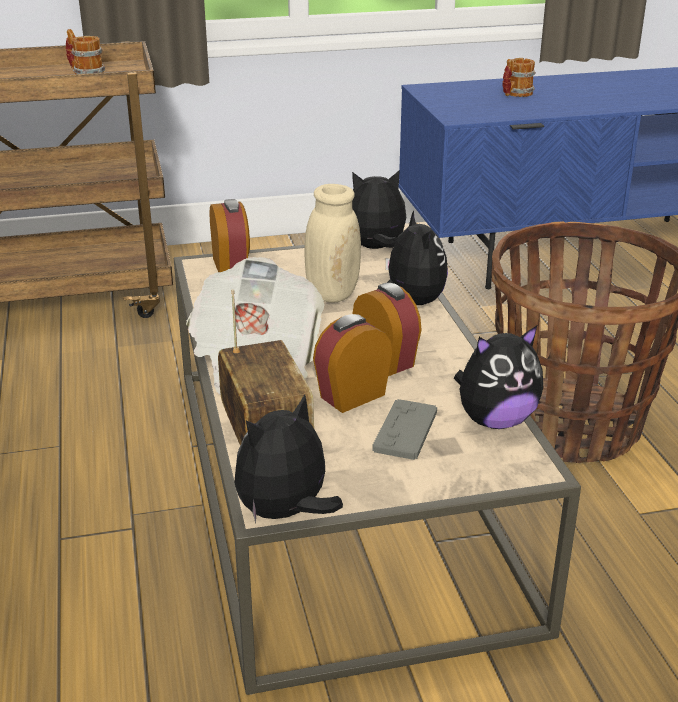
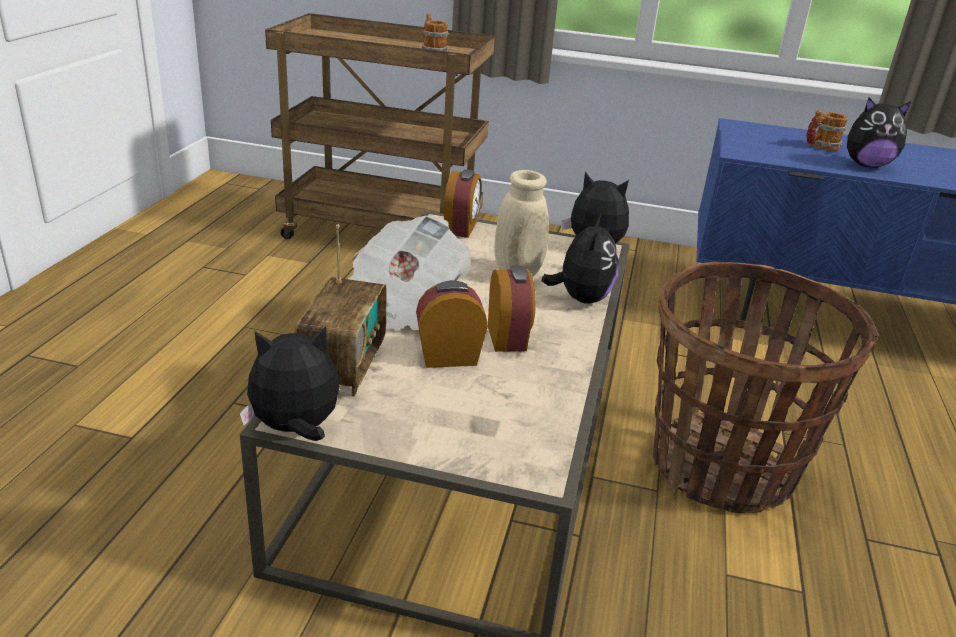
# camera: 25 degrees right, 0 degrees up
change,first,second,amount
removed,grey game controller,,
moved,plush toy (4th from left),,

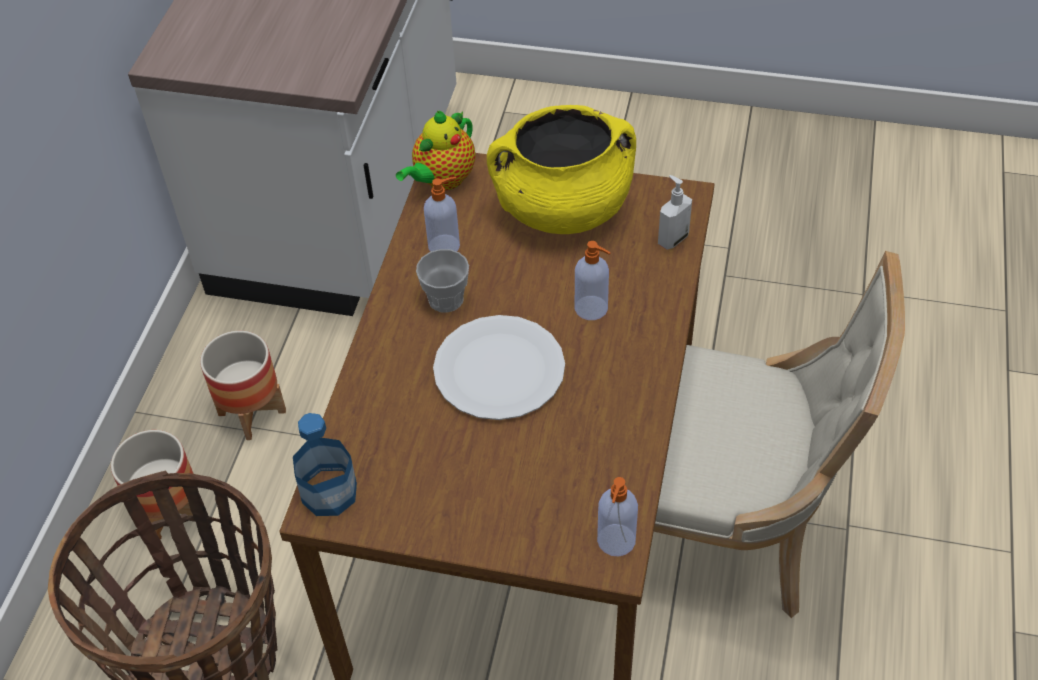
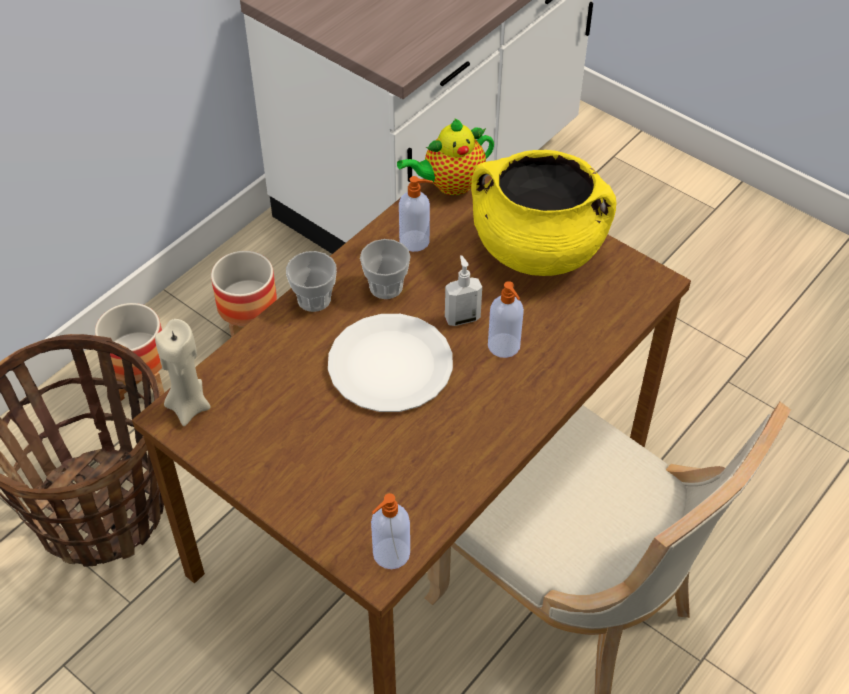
# camera: 25 degrees right, 0 degrees up
change,first,second,amount
replaced,bottle,beige candle,
moved,soap dispenser (4th from left in the first image),soap dispenser (3rd from left),
added,,cup (1st from left),

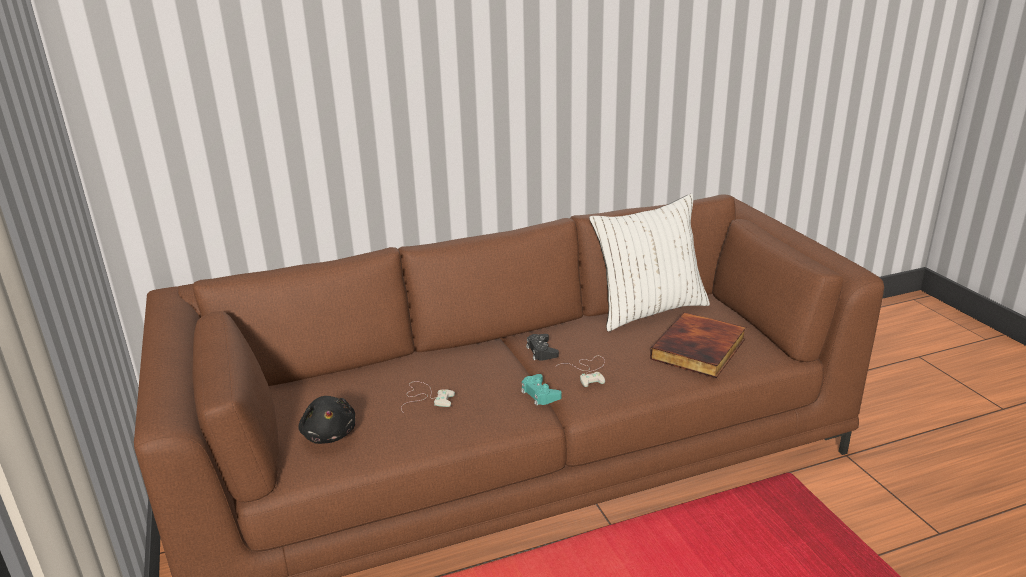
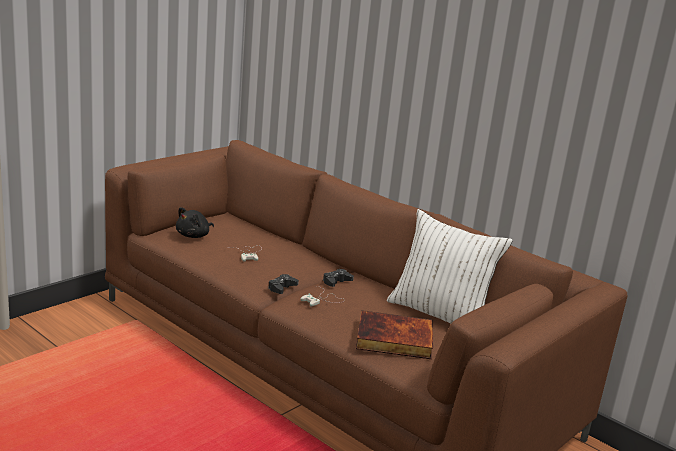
# camera: 60 degrees right, 5 degrees down
change,first,second,amount
recoloured,turquoise game controller,black game controller (1st from left),

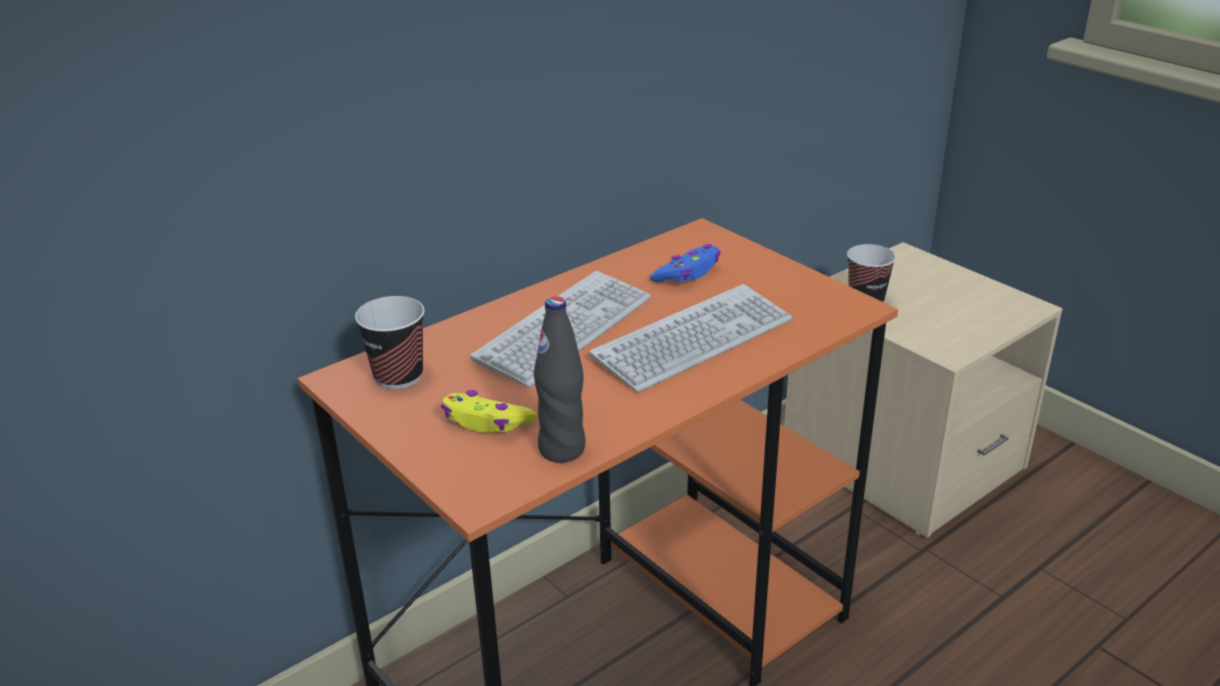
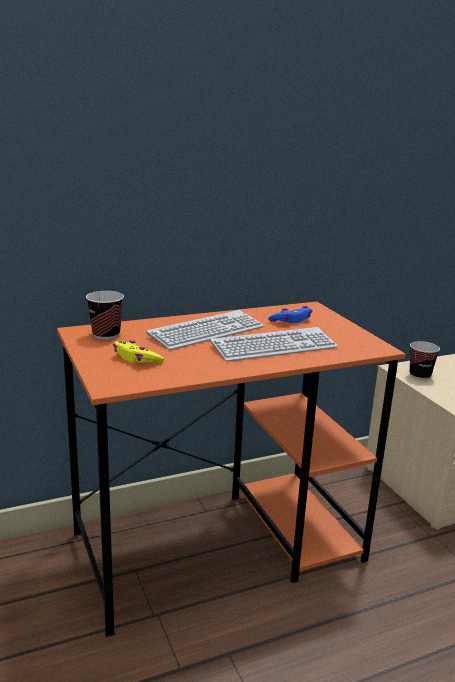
# camera: 15 degrees right, 10 degrees down
change,first,second,amount
removed,black bottle,,

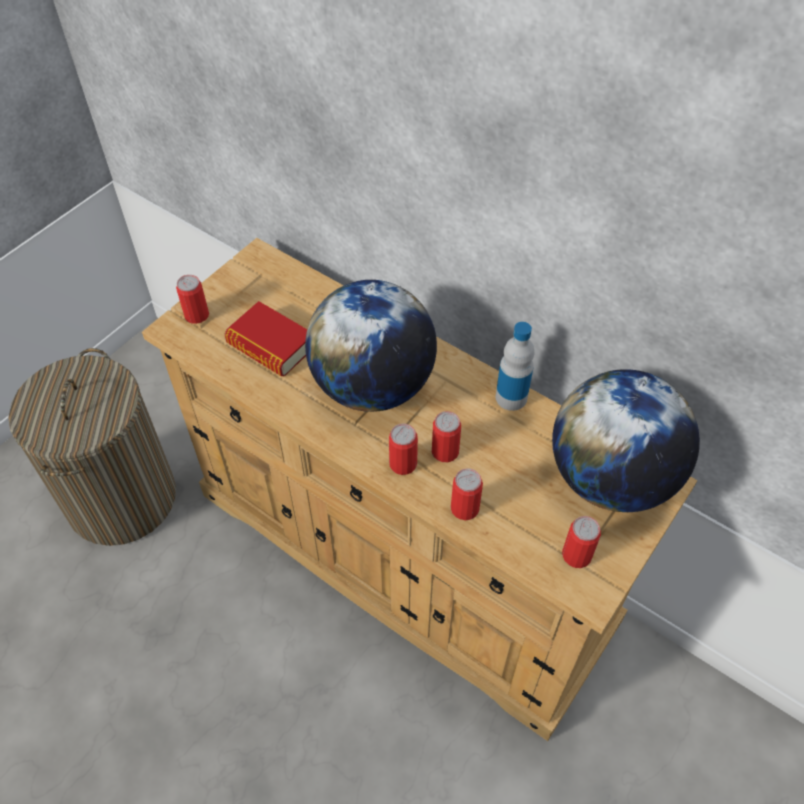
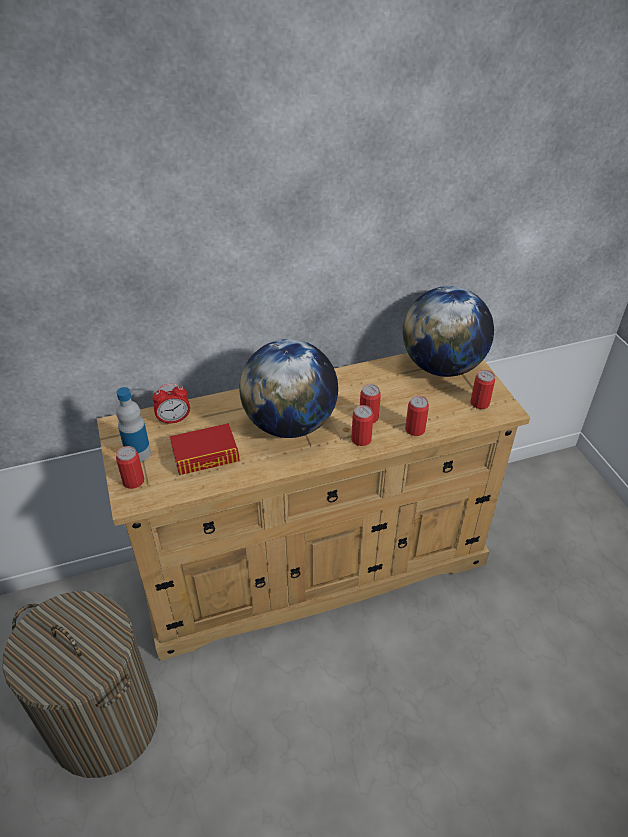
# camera: 55 degrees left, 10 degrees down
change,first,second,amount
moved,bottle,,
added,,alarm clock,

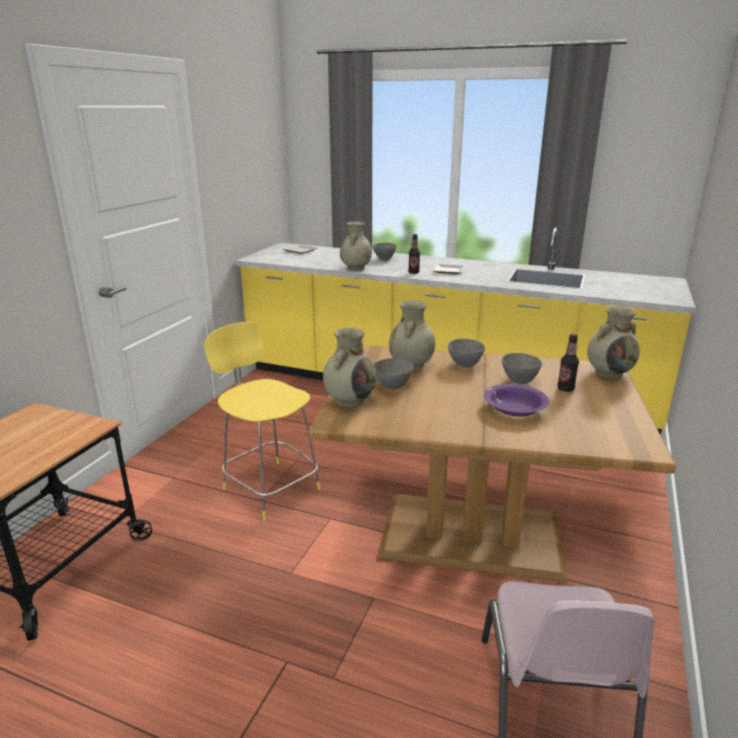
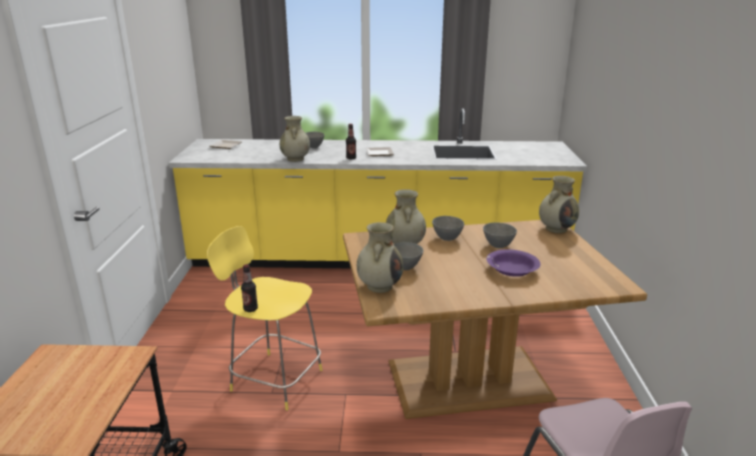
# camera: 20 degrees left, 0 degrees up
change,first,second,amount
moved,bottle (2nd from left in the first image),bottle (1st from left),

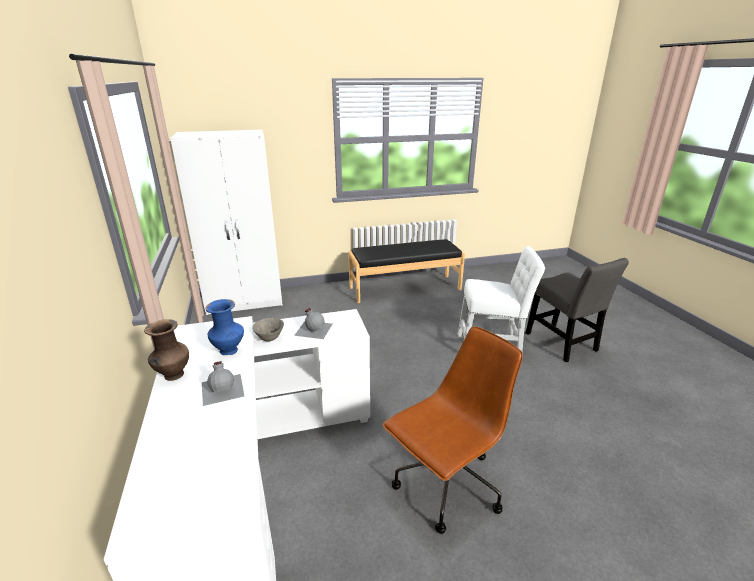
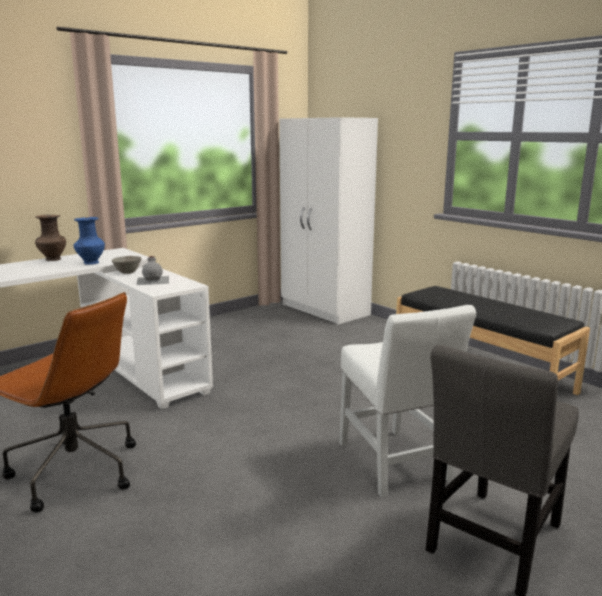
# camera: 65 degrees right, 10 degrees down
change,first,second,amount
removed,grey bottle (1st from left),,

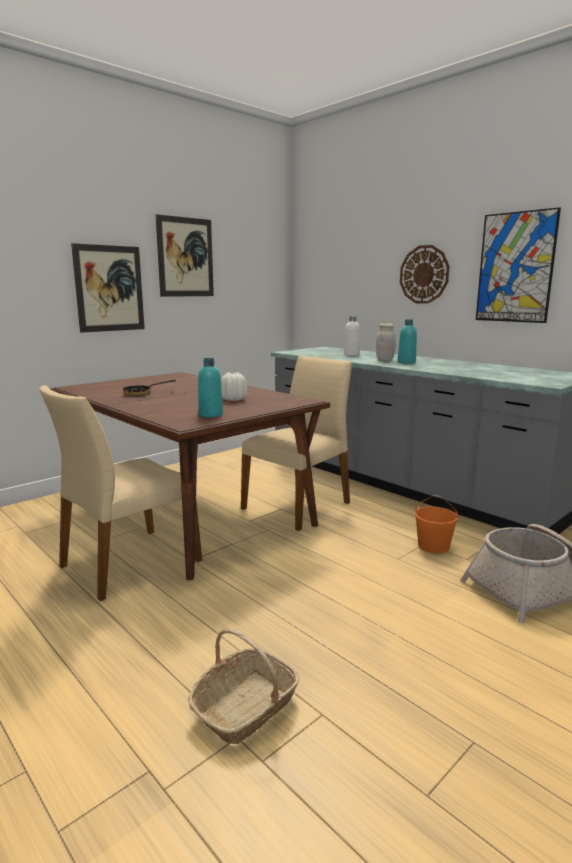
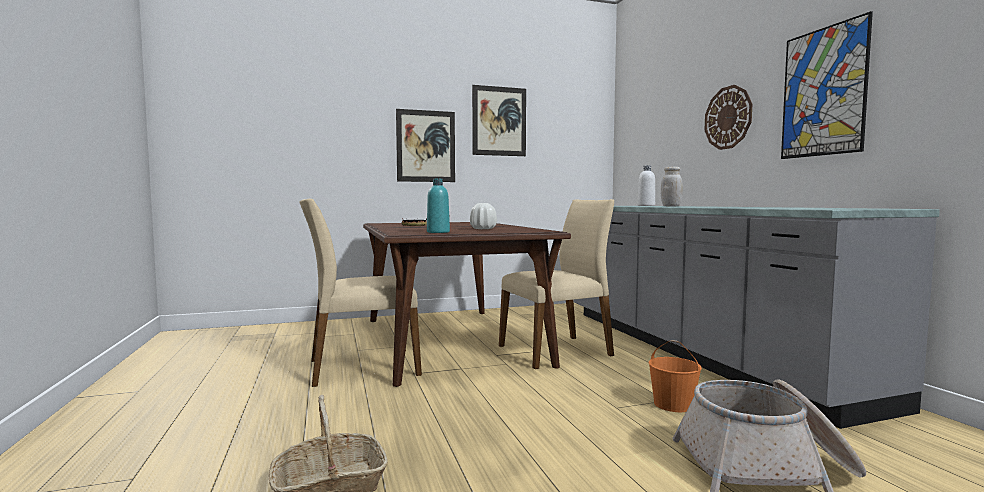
# camera: 25 degrees right, 10 degrees down
change,first,second,amount
removed,turquoise bottle (2nd from left),,

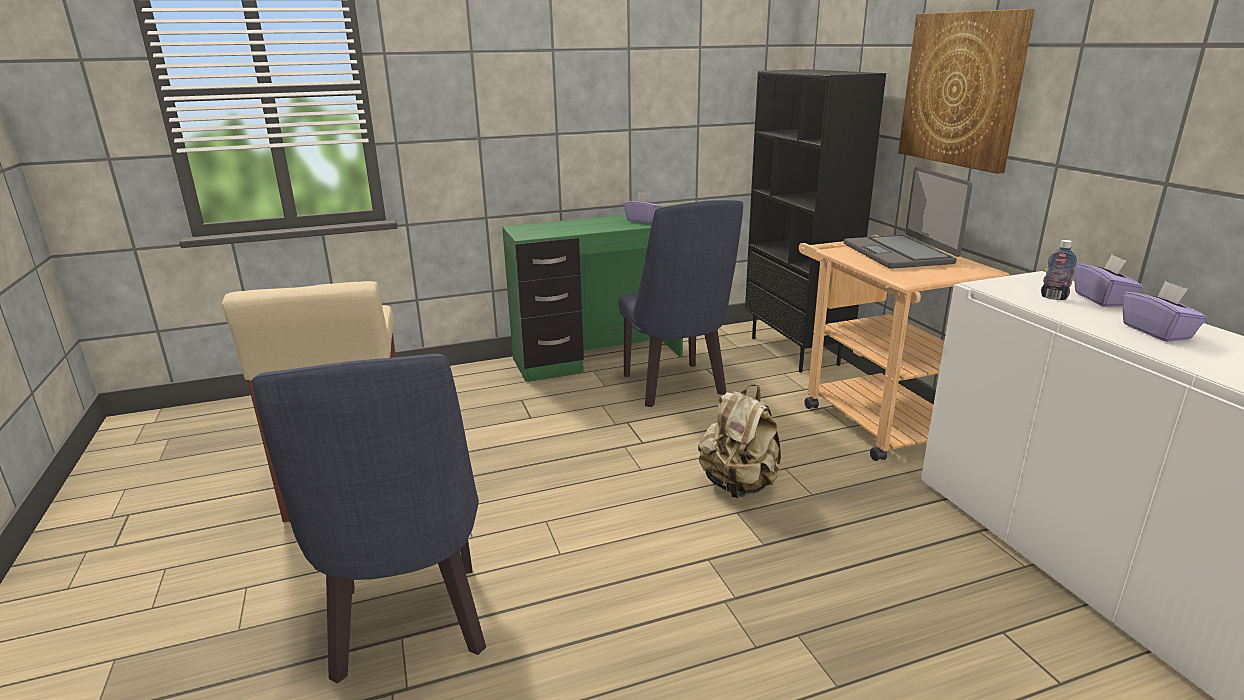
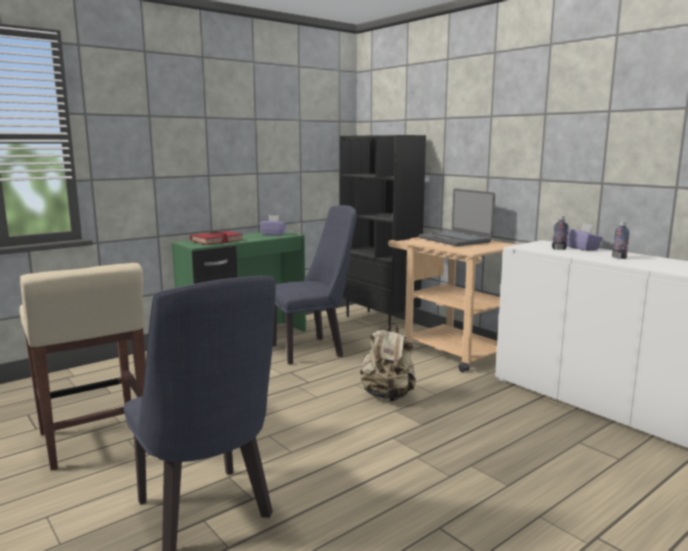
# camera: 20 degrees left, 10 degrees down
change,first,second,amount
turned,blue chair (2nd from left),,75 degrees counterclockwise
removed,picture,,
replaced,purple tissue box (3rd from left),bottle (2nd from left),
added,,red book,

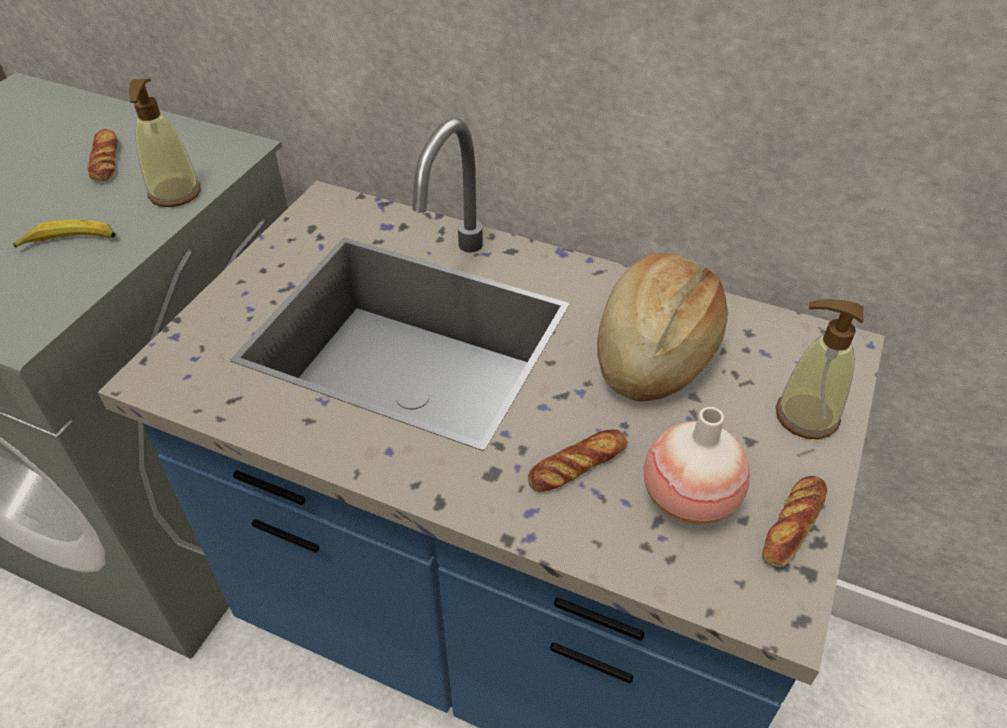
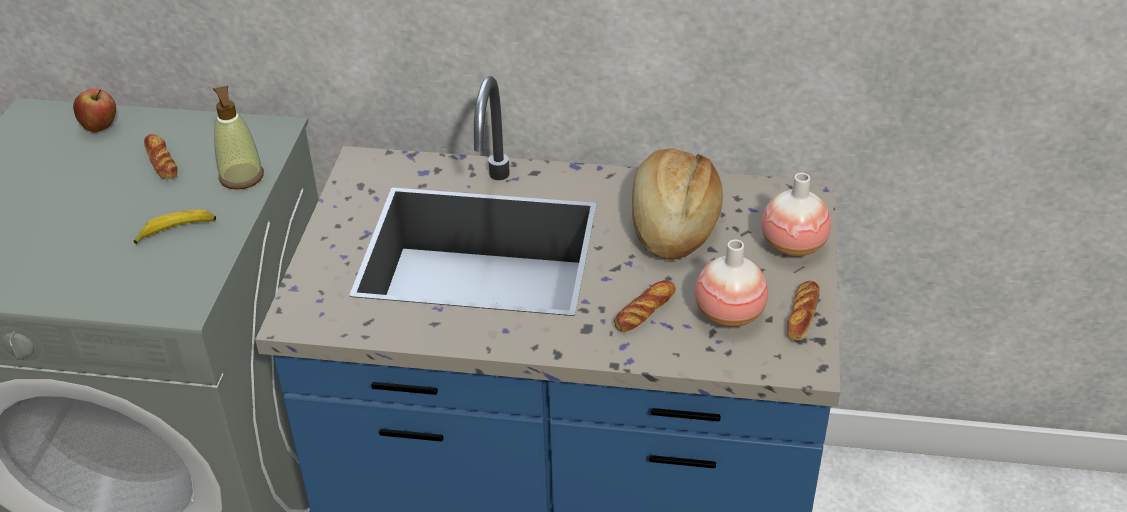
# camera: 15 degrees left, 5 degrees down
change,first,second,amount
replaced,soap dispenser (2nd from left),vase (2nd from left),
added,,apple,

